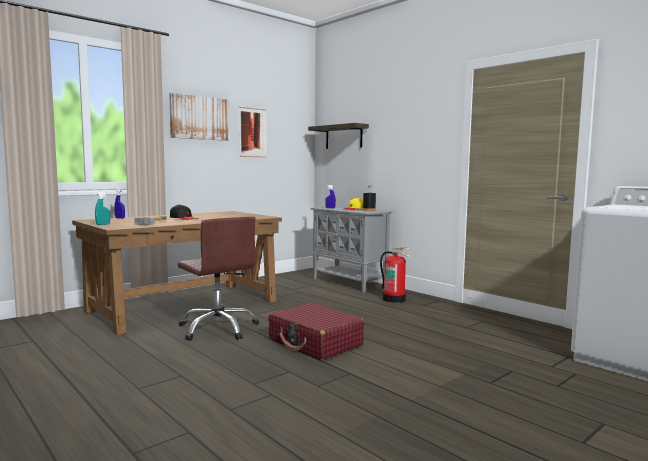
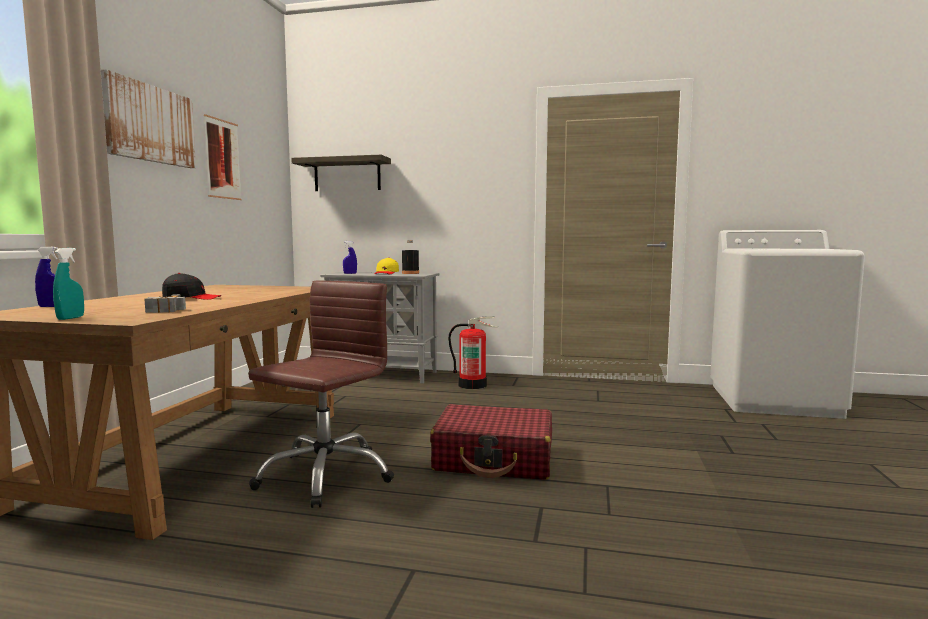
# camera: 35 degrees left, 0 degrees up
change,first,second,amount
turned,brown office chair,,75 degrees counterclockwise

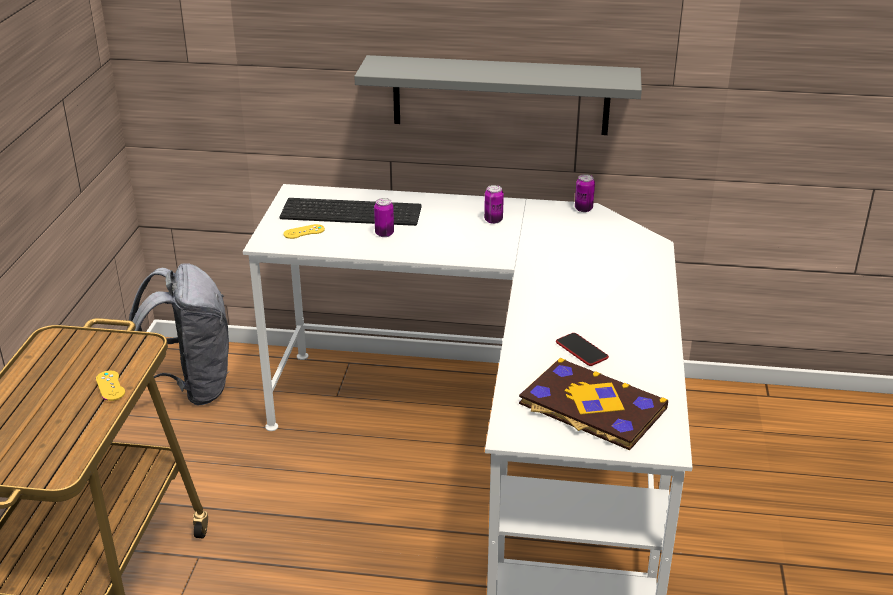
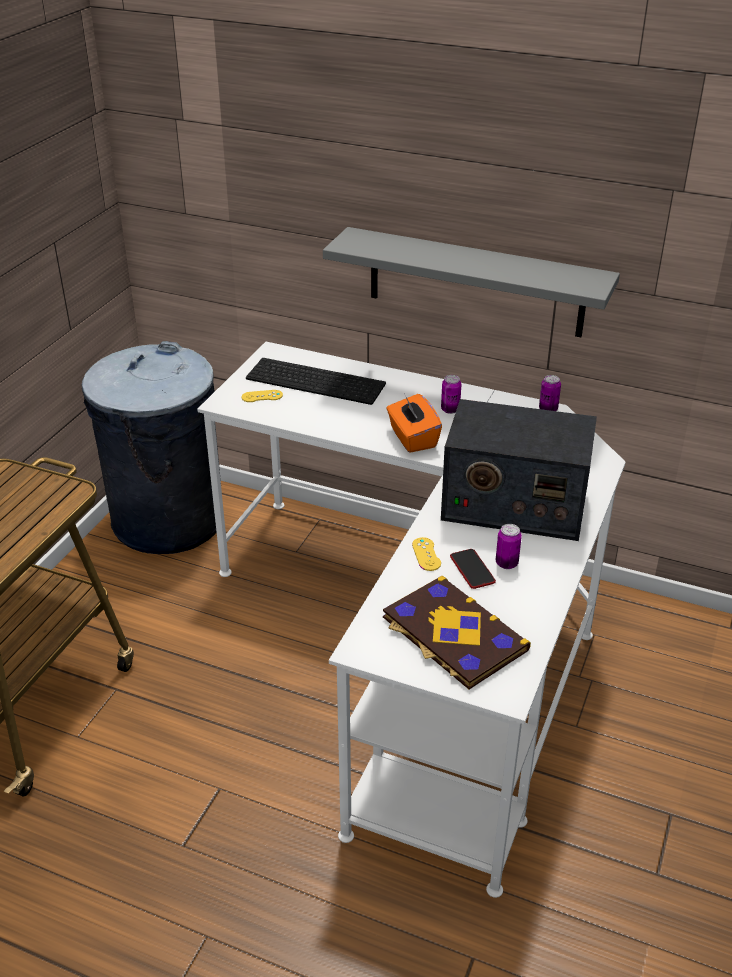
# camera: 15 degrees right, 5 degrees up
change,first,second,amount
moved,yellow game controller (1st from left in the first image),yellow game controller (2nd from left),
replaced,grey backpack,grey trash can,
moved,can (1st from left in the first image),can (2nd from left),
added,,orange tissue box,
added,,radio,

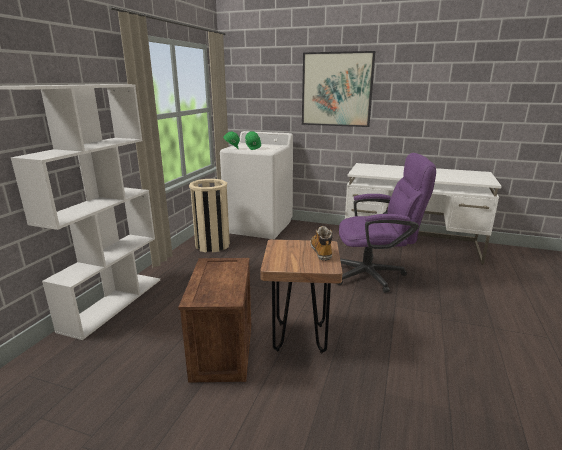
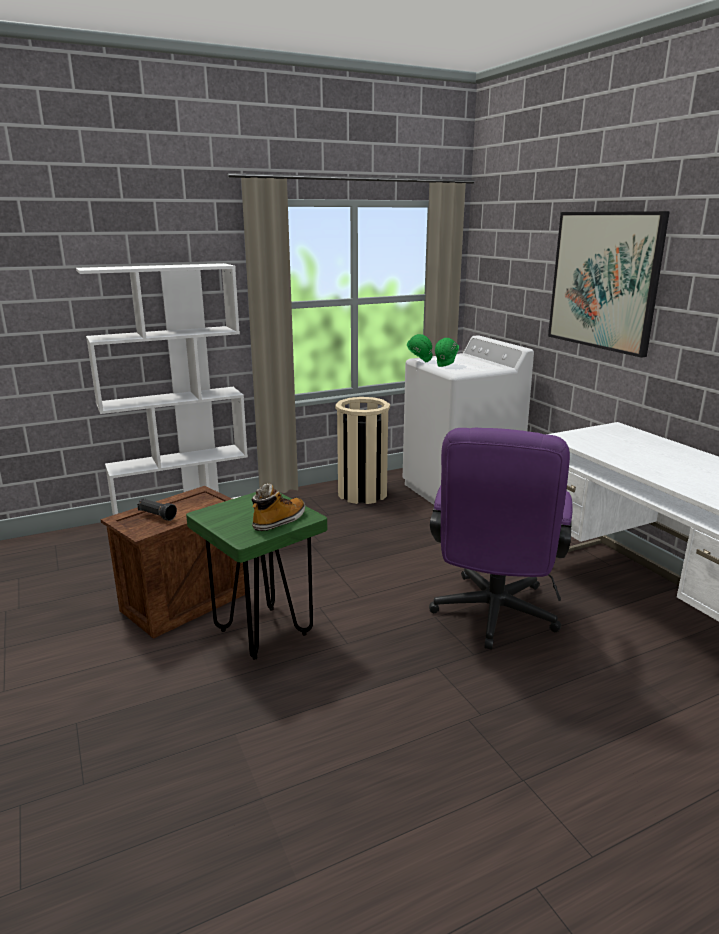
# camera: 45 degrees right, 0 degrees up
change,first,second,amount
recoloured,brown stool,green stool,
turned,purple office chair,,60 degrees clockwise
added,,black flashlight,

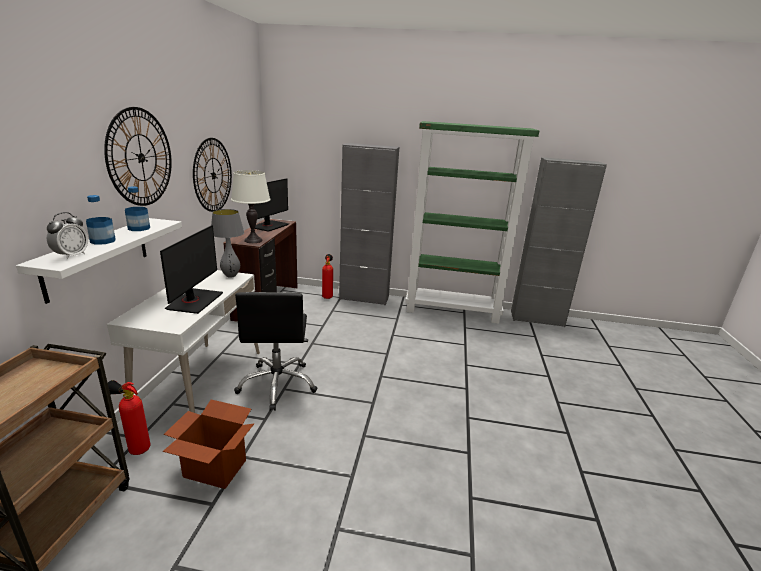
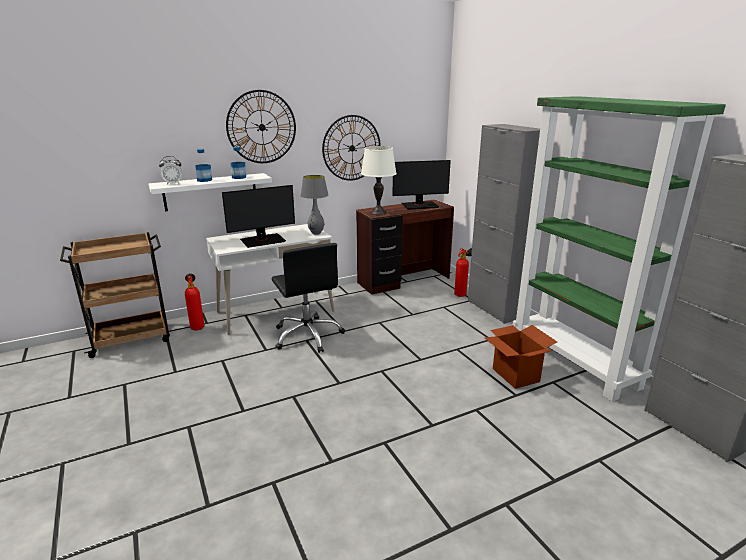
# camera: 55 degrees right, 0 degrees up
change,first,second,amount
moved,cardboard box,,
turned,black office chair,,75 degrees counterclockwise

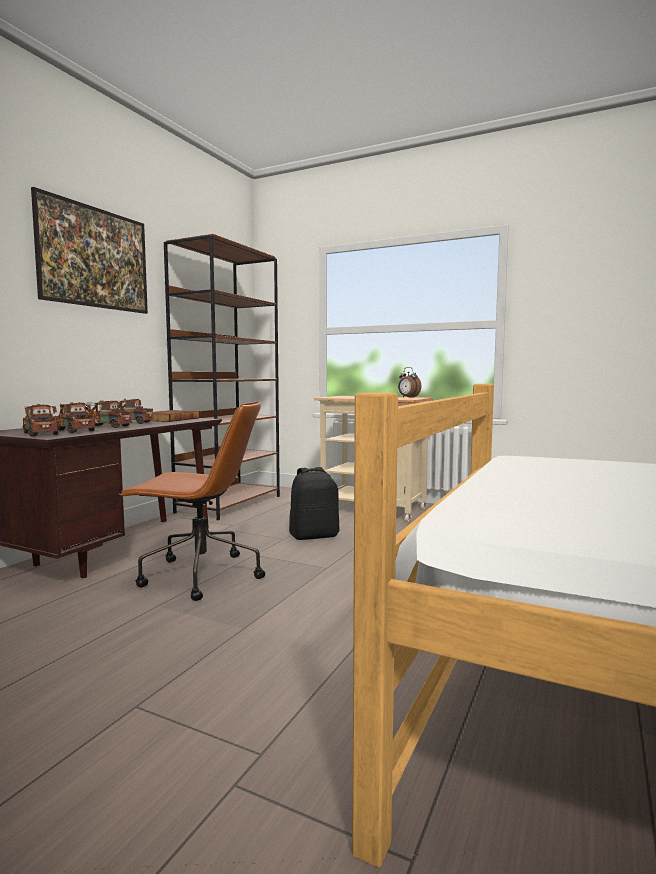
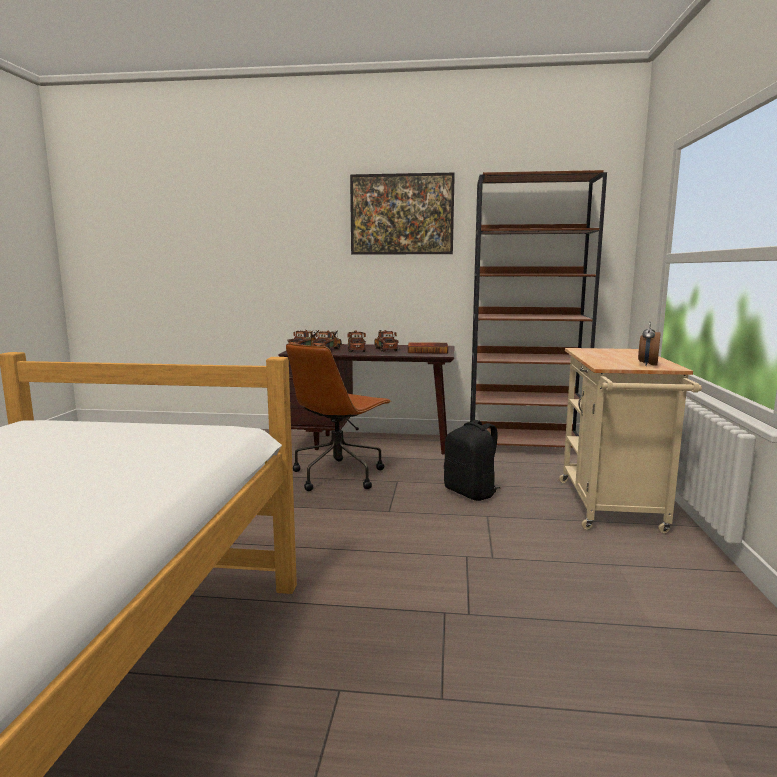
# camera: 70 degrees right, 5 degrees up
change,first,second,amount
turned,brown office chair,,45 degrees clockwise

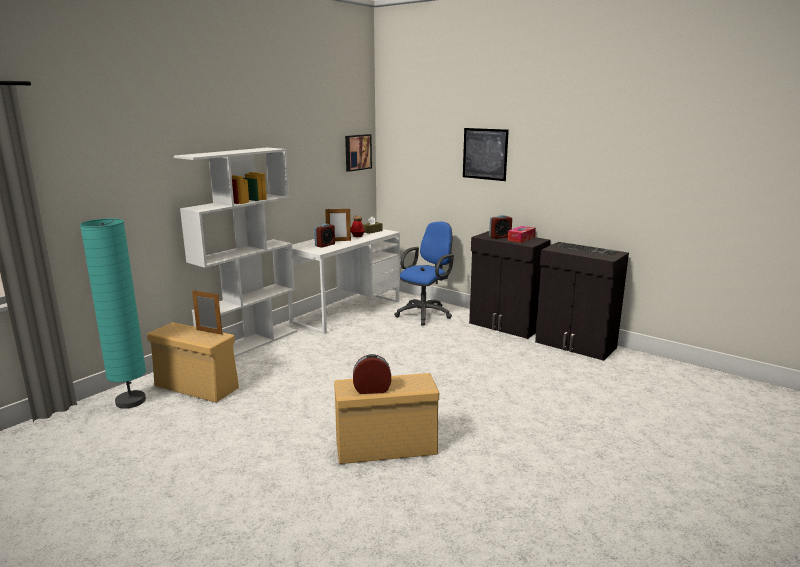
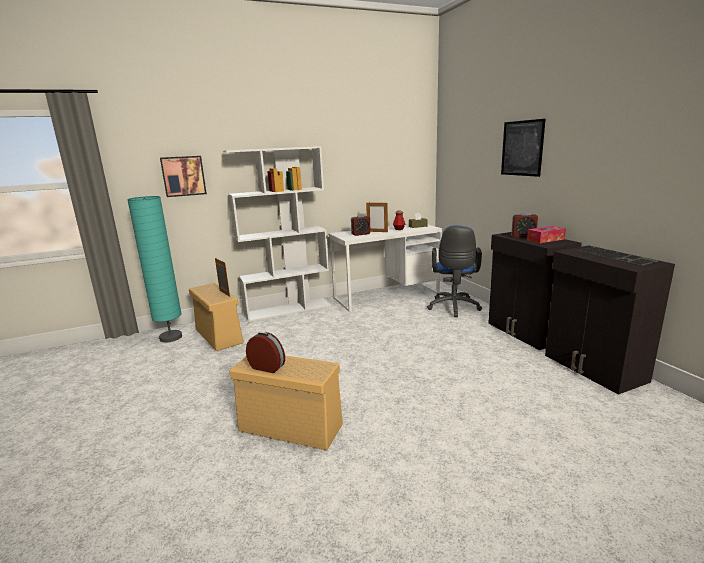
# camera: 30 degrees right, 0 degrees up
change,first,second,amount
moved,picture (1st from left),,
turned,blue office chair,,120 degrees clockwise

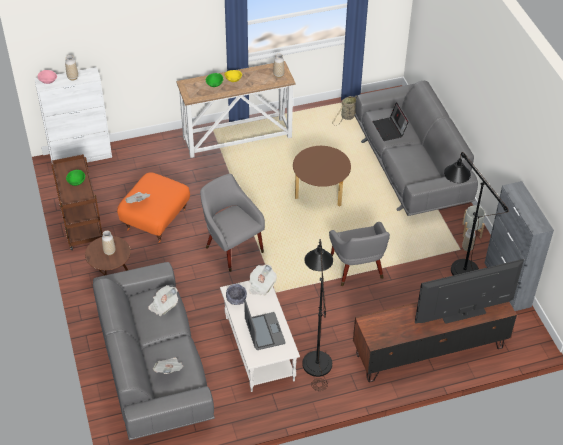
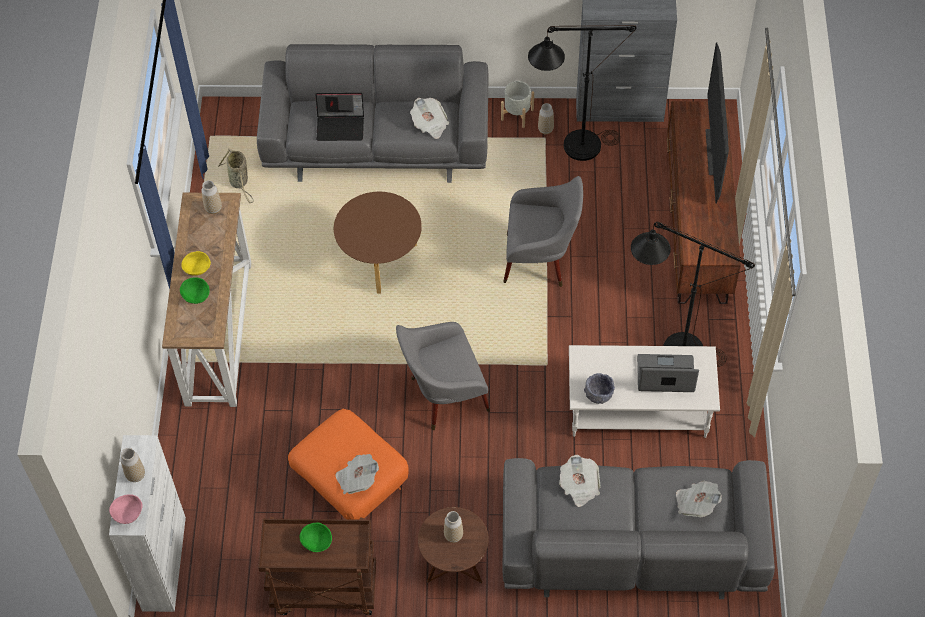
# camera: 70 degrees left, 10 degrees up
change,first,second,amount
moved,newspaper (4th from left in the first image),newspaper (2nd from left),

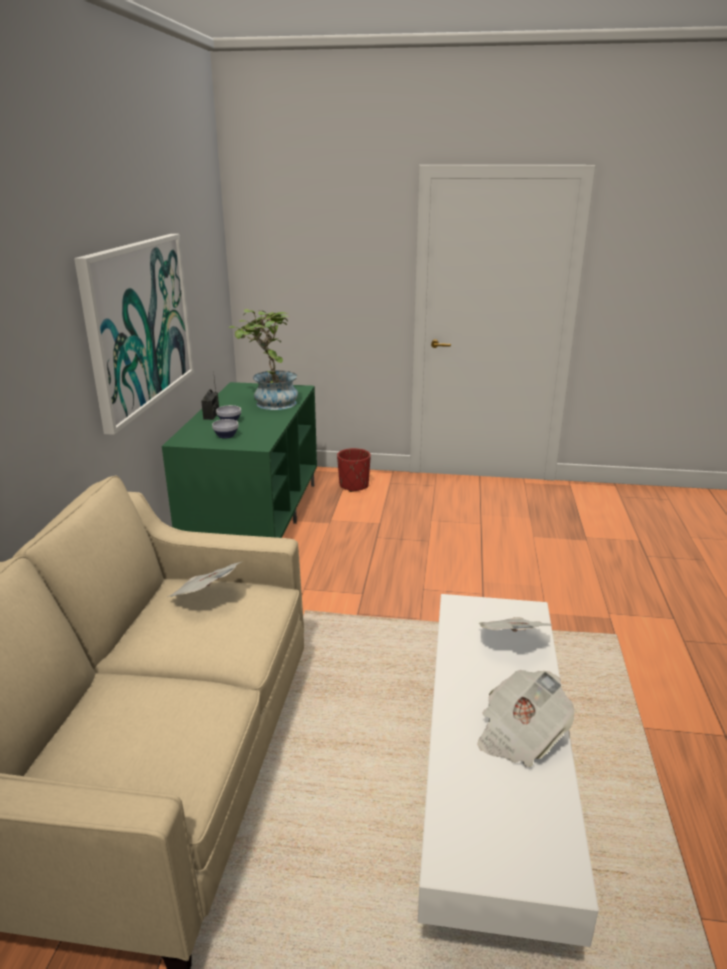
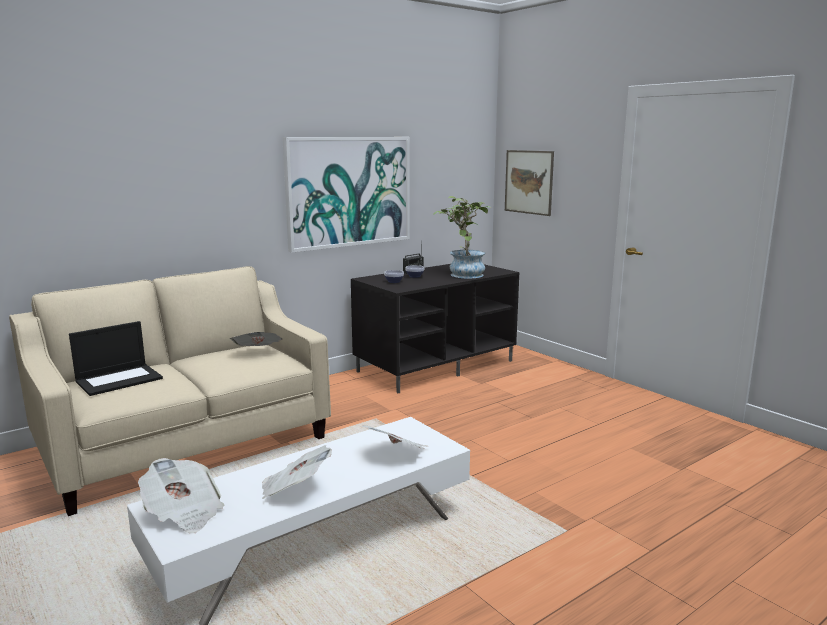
# camera: 45 degrees right, 10 degrees down
change,first,second,amount
recoloured,green tv stand,black tv stand,
removed,red planter,,
added,,laptop,
added,,newspaper (1st from left),
added,,picture (2nd from left),

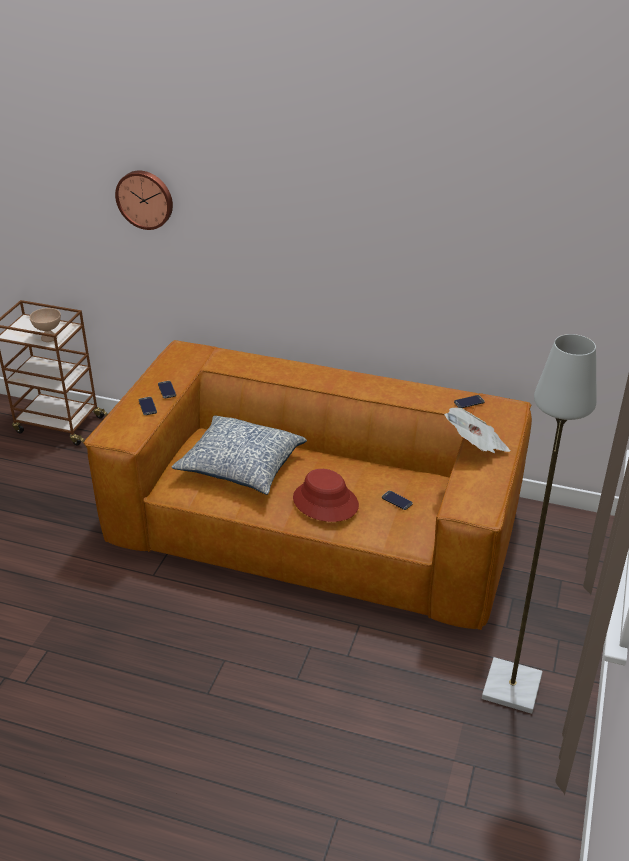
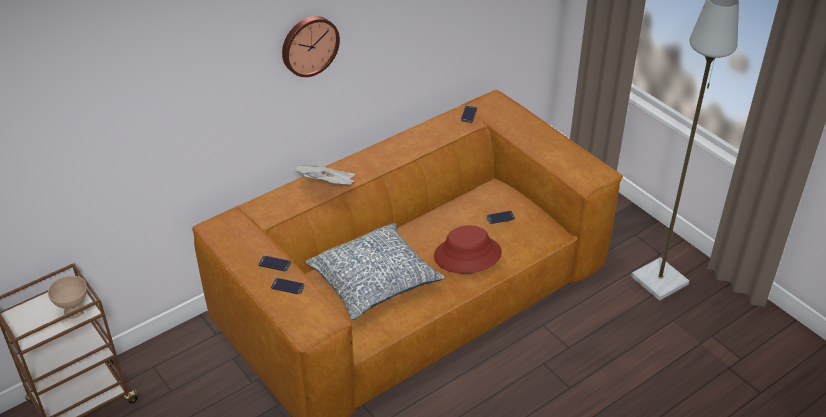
# camera: 55 degrees left, 5 degrees up
change,first,second,amount
moved,wall clock,,
moved,newspaper,,

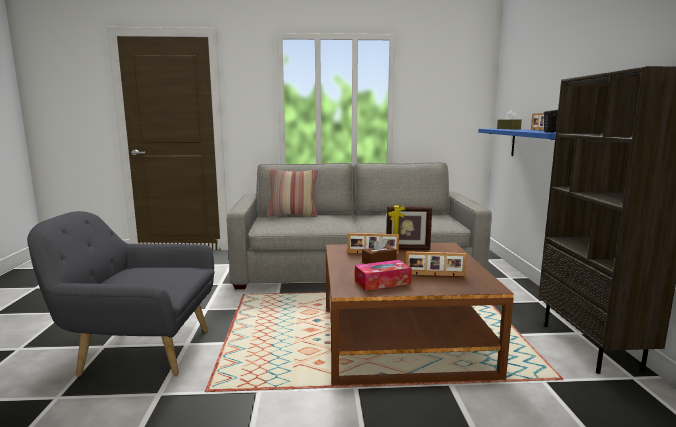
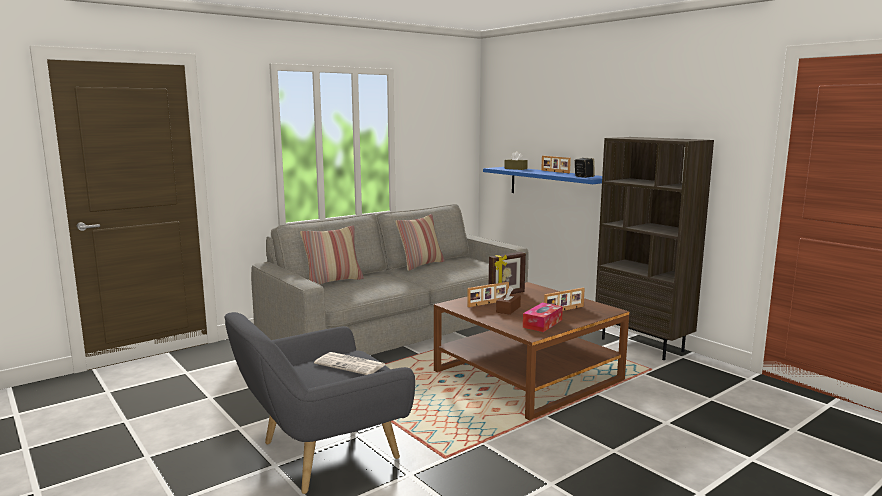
# camera: 35 degrees left, 0 degrees up
change,first,second,amount
added,,newspaper,
added,,pillow (2nd from left),

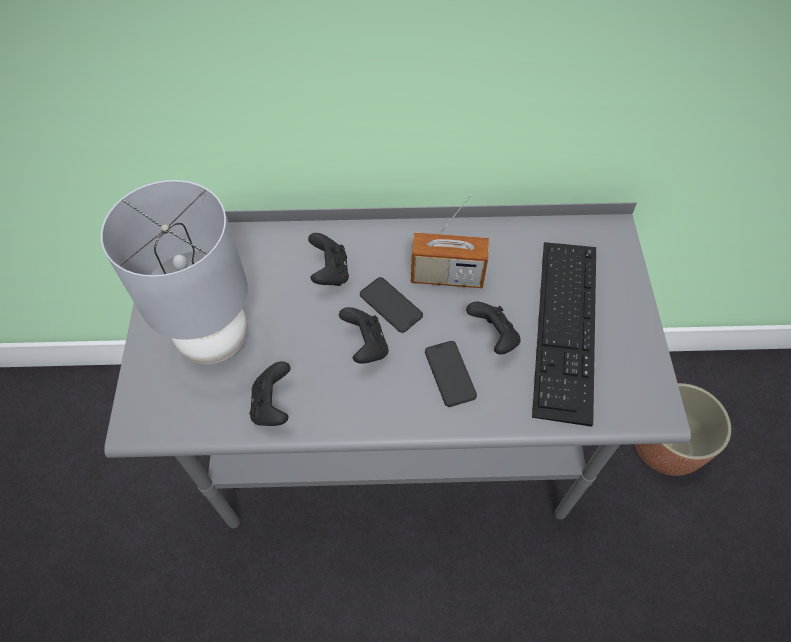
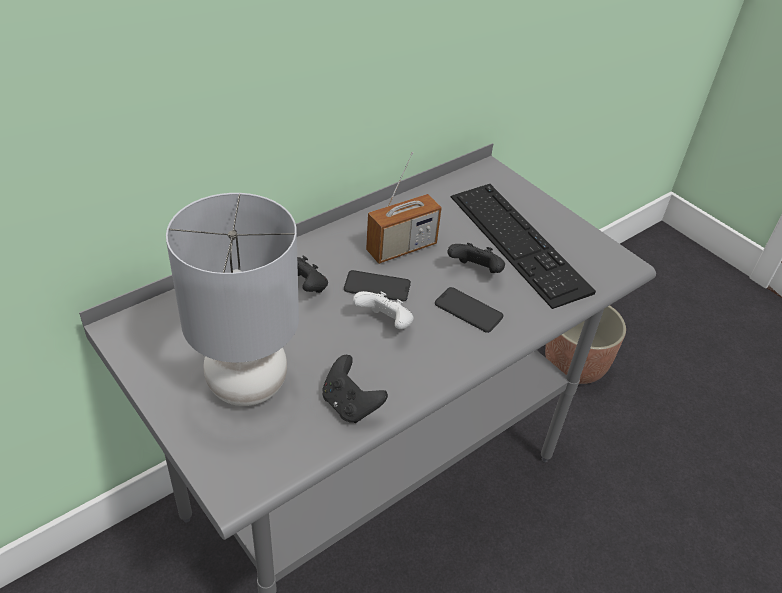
# camera: 40 degrees left, 15 degrees down
change,first,second,amount
recoloured,black game controller (3rd from left),white game controller,

